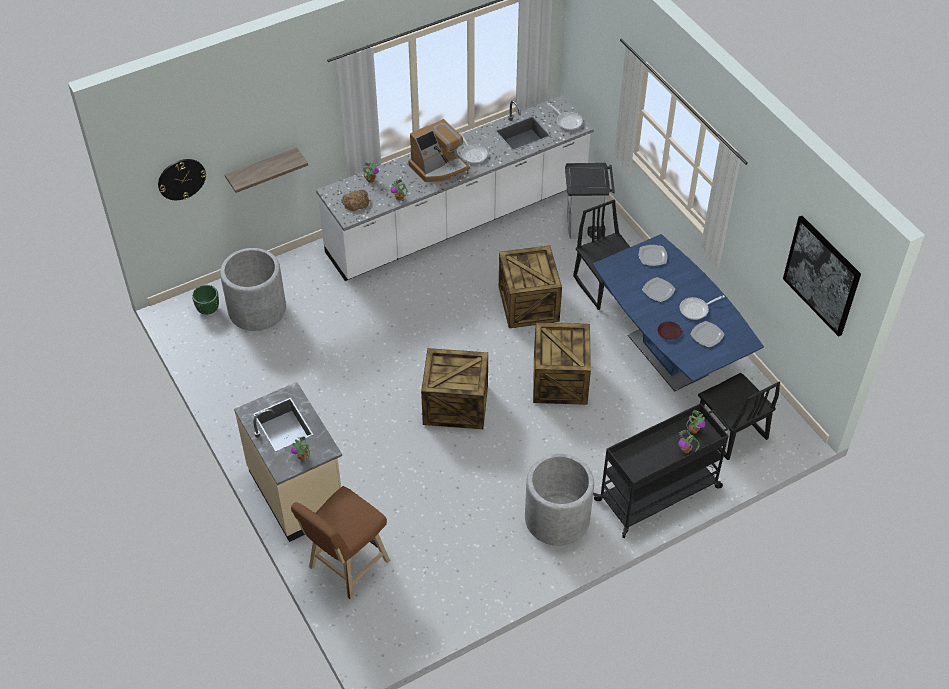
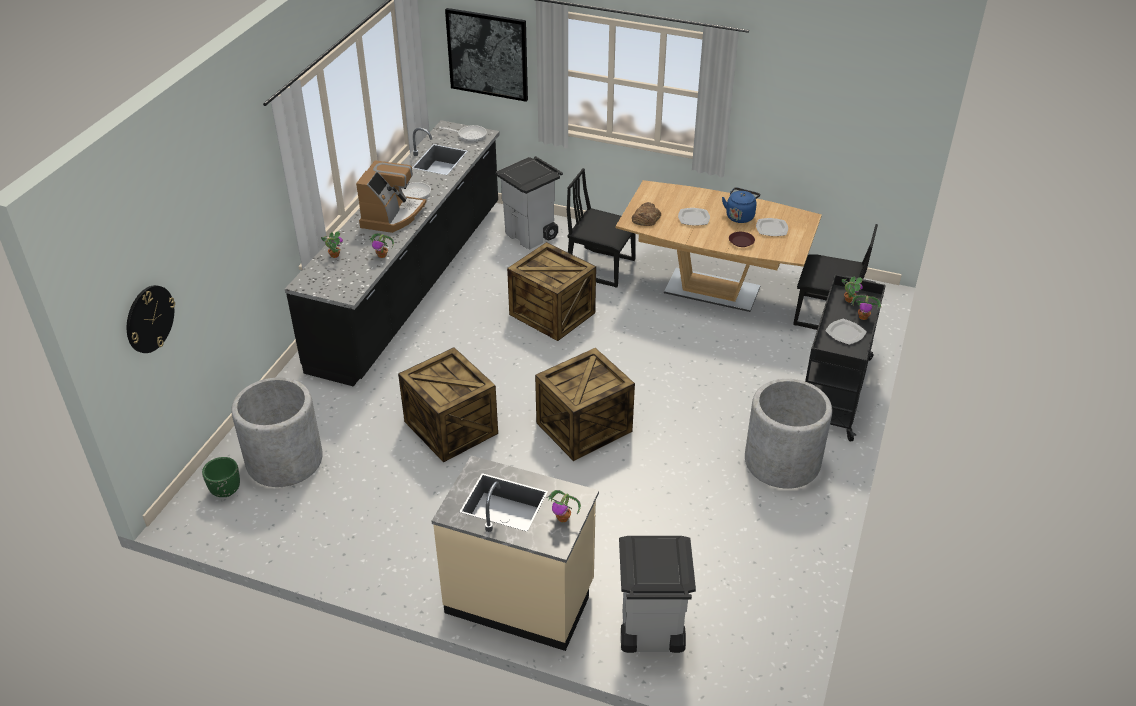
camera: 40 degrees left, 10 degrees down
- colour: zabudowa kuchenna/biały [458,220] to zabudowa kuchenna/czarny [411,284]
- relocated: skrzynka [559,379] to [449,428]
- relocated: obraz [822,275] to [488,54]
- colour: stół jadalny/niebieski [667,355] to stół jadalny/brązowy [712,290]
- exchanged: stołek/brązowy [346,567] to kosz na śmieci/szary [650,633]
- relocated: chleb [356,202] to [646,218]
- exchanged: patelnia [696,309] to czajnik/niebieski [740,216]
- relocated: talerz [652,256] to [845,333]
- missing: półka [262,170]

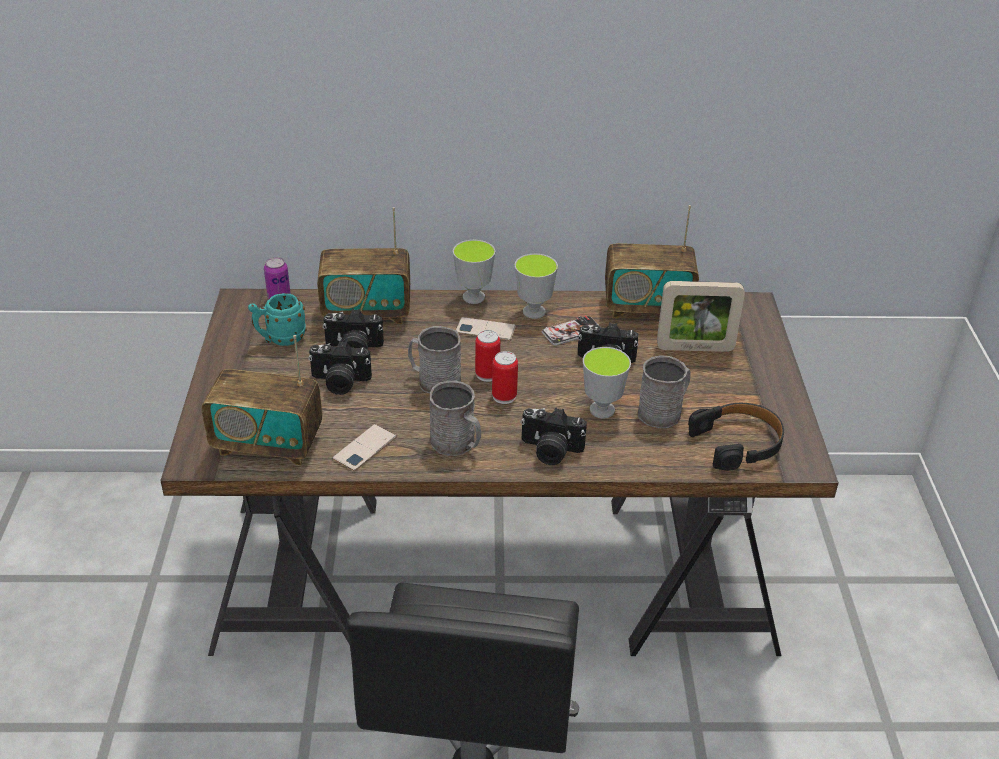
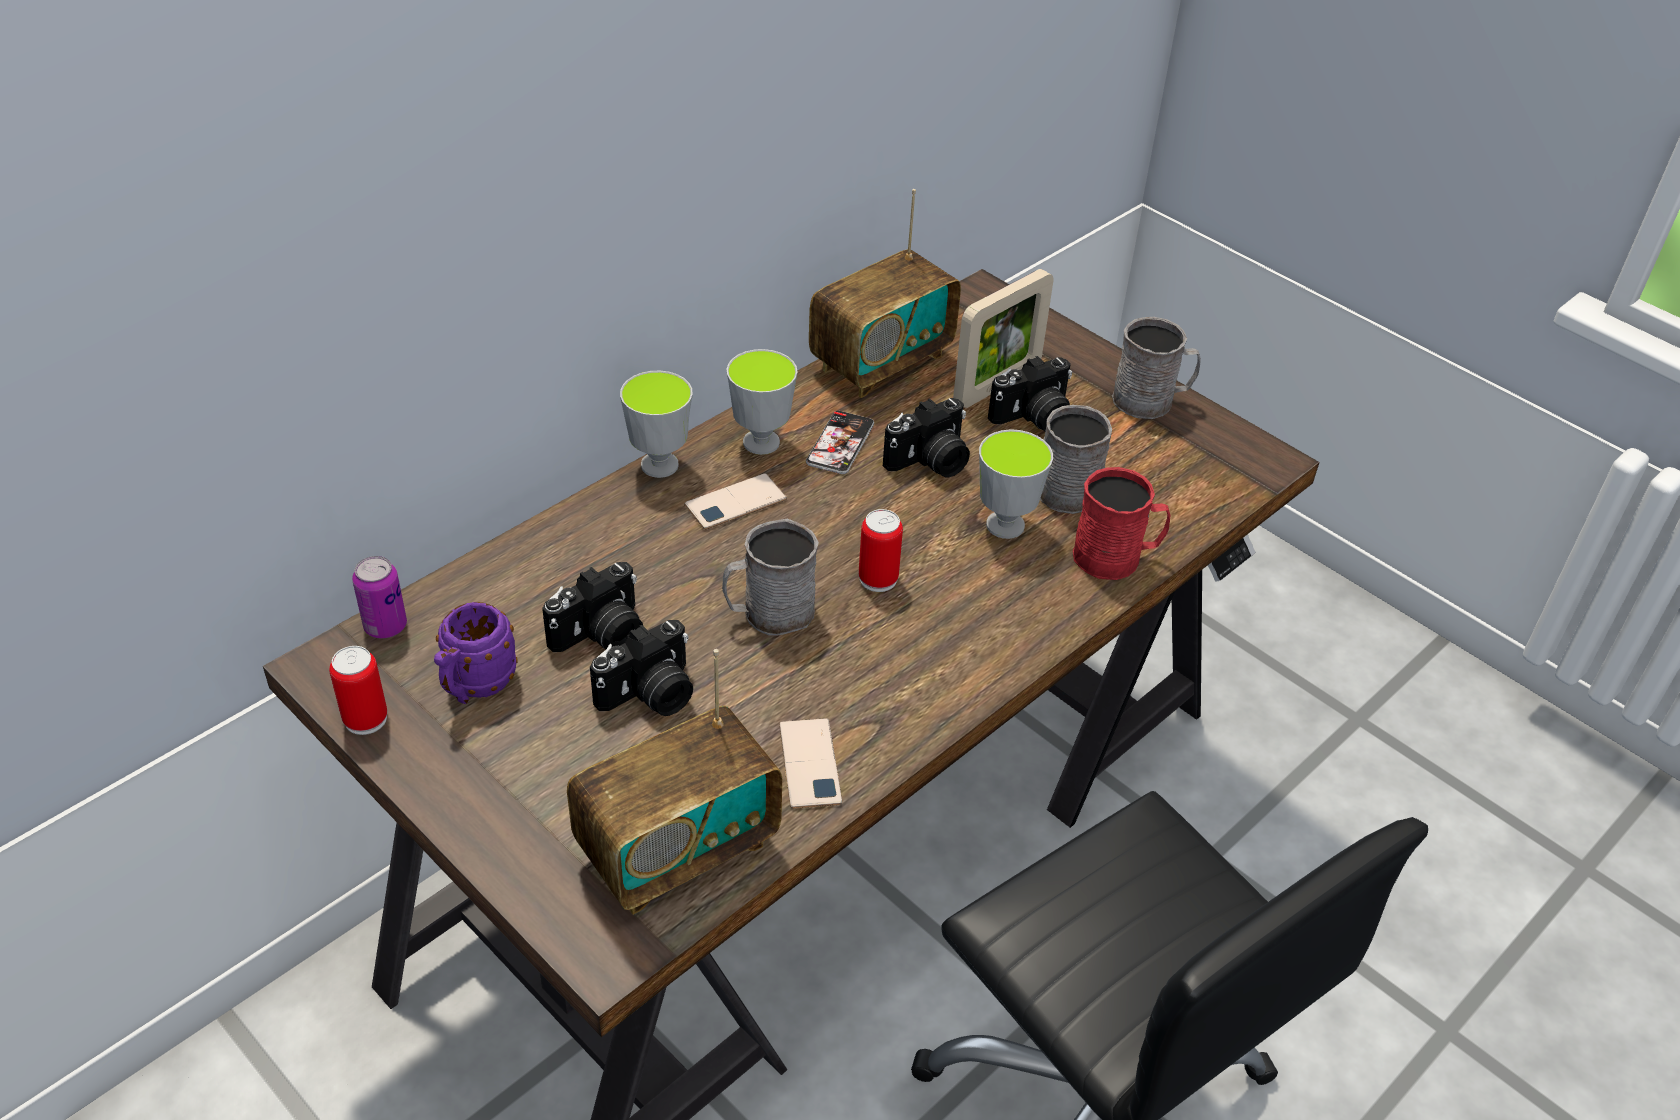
camera: 45 degrees left, 5 degrees up
- relocated: puszka [487,374] to [365,719]
- colour: kubek/turkusowy [280,339] to kubek/fioletowy [475,686]
- relocated: aparat fotograficzny [550,451] to [1034,418]
- appeared: kubek/czerwony [1116,557]
- relocated: kubek/szary [457,444] to [1151,400]
- missing: radio [366,312]
- missing: słuchawki/czarny [738,443]

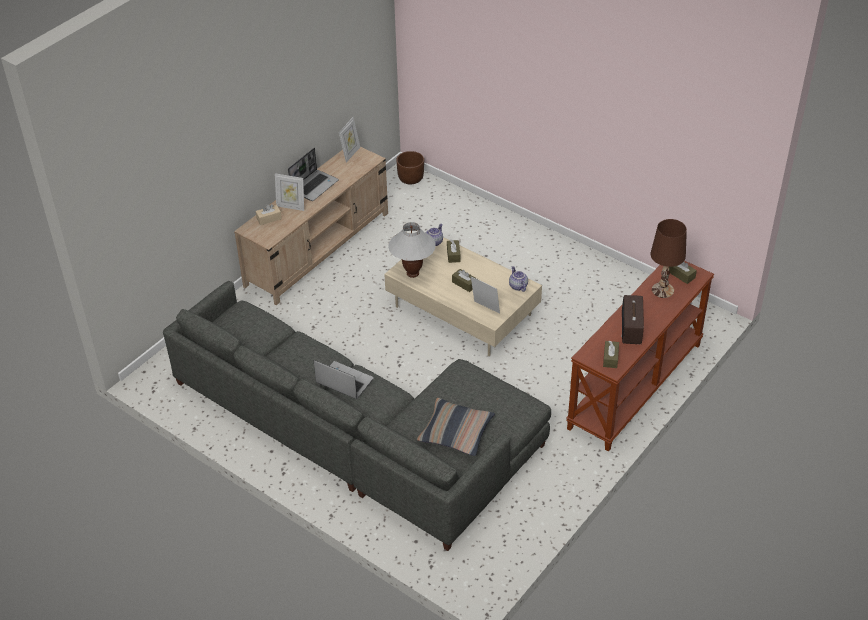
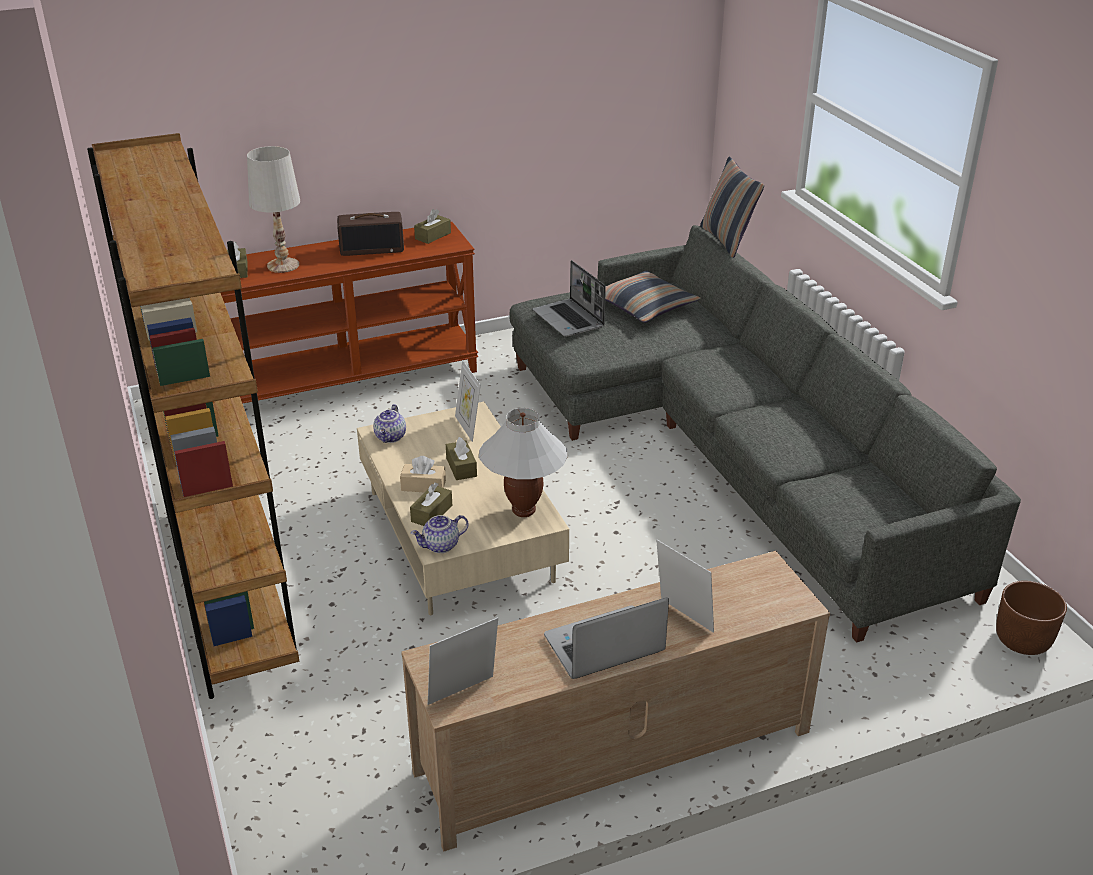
camera: 150 degrees left, 10 degrees down
- appeared: regał/brązowy [230,591]
- colour: lampa stołowa/brązowy [662,290] to lampa stołowa/biały [283,265]
- spun: radio [632,328] = [372,248] 45 degrees clockwise
- relocated: pudełko chusteczek/beżowy [269,218] to [423,486]
- relocated: laptop [343,381] to [569,320]
- appeared: poduszka [727,240]
- relocated: donica/brązowy [410,178] to [1023,640]

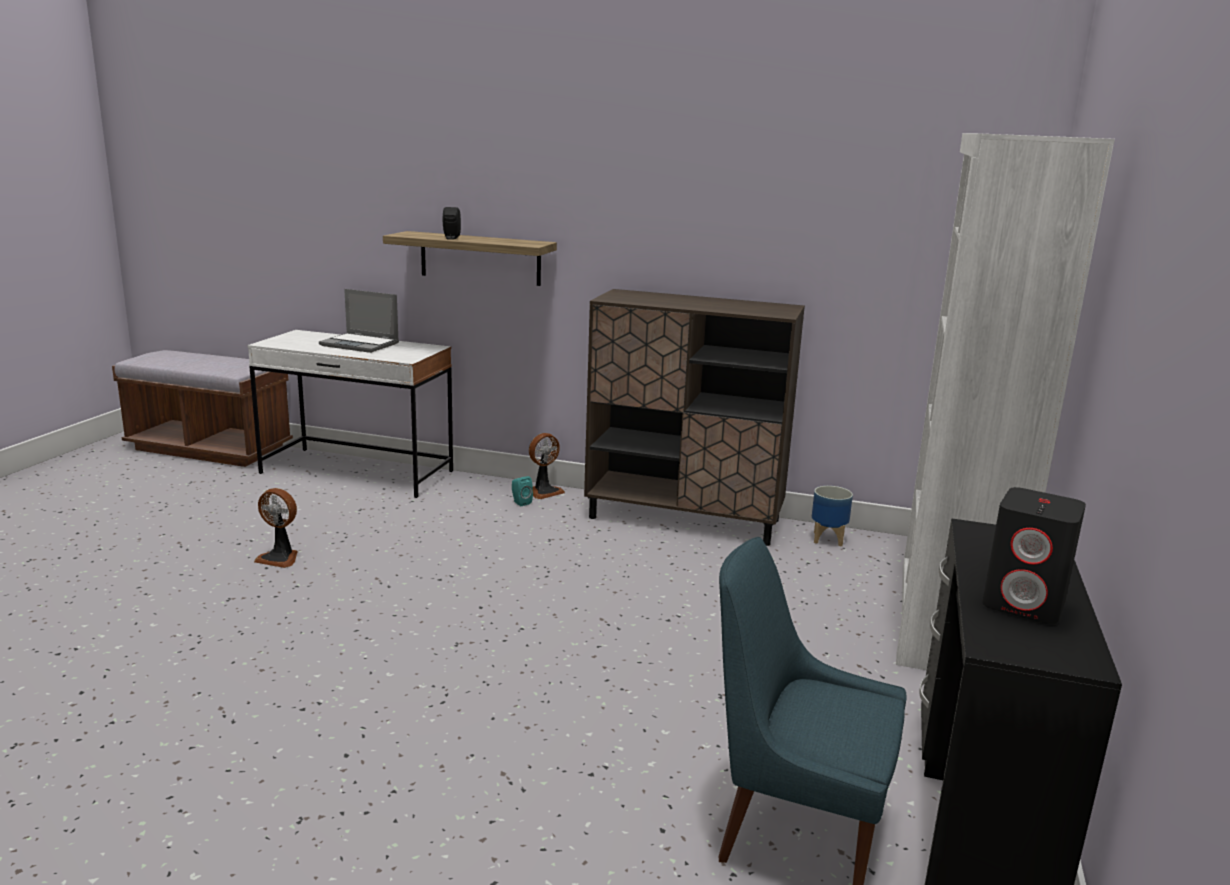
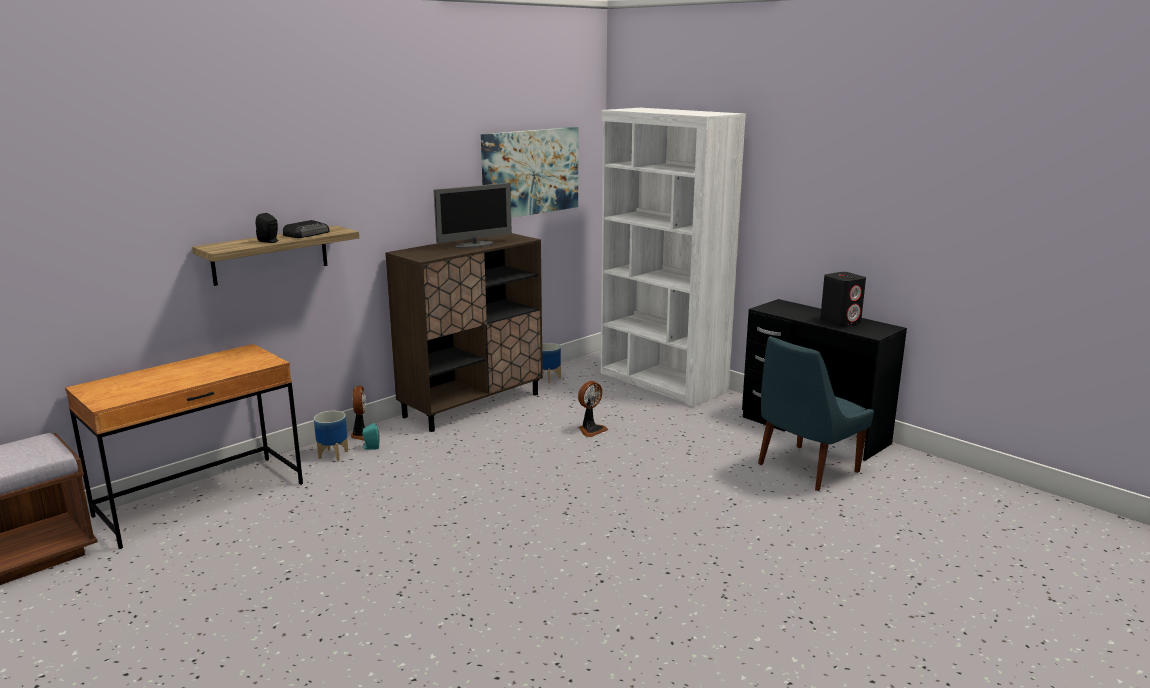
camera: 60 degrees left, 0 degrees up
- colour: biurko/biały [357,472] to biurko/brązowy [201,500]
- appeared: radio [307,234]
- appeared: donica [333,454]
- appeared: monitor [474,245]
- appeared: obraz [530,172]
- relocated: wentylator [280,558] to [591,430]
- missing: laptop [361,344]

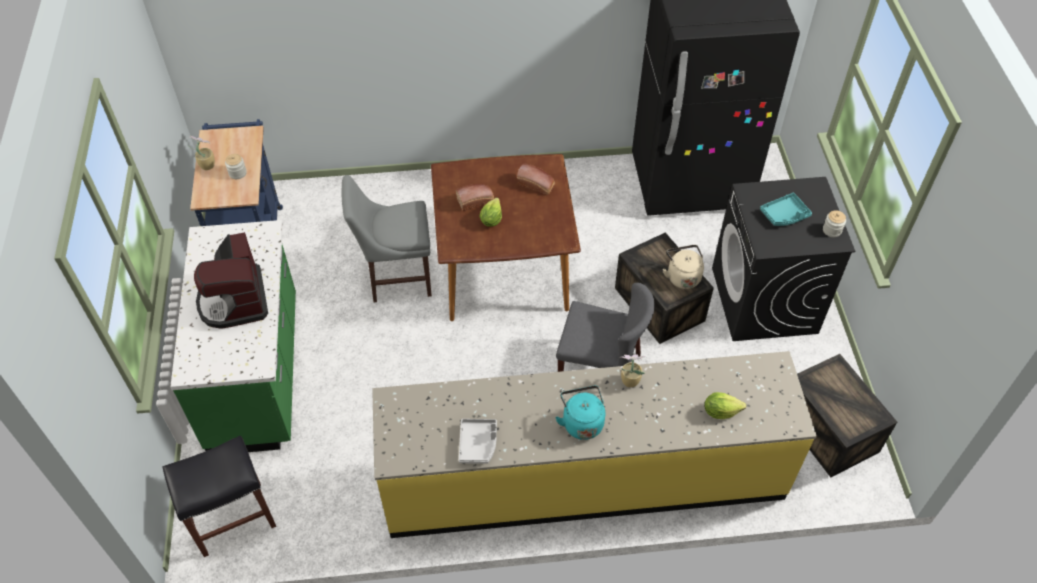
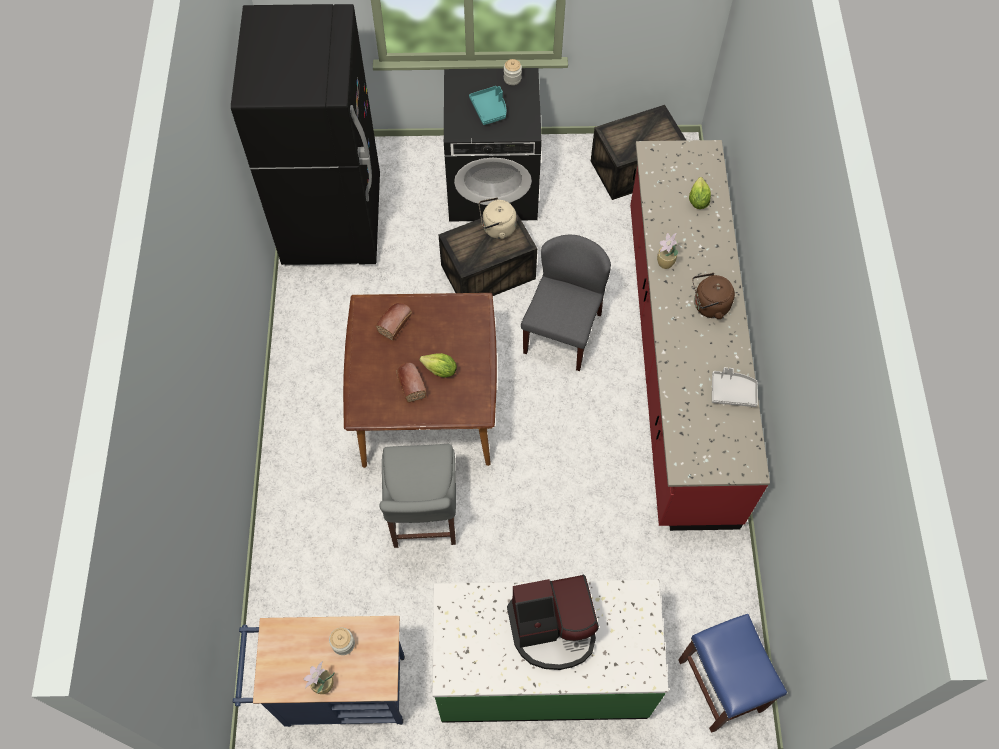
camera: 85 degrees left, 10 degrees up
- colour: zabudowa kuchenna/żółty [583,477] to zabudowa kuchenna/czerwony [678,359]
- colour: stołek/czarny [231,519] to stołek/niebieski [721,686]
- colour: czajnik/turkusowy [581,422] to czajnik/brązowy [708,306]

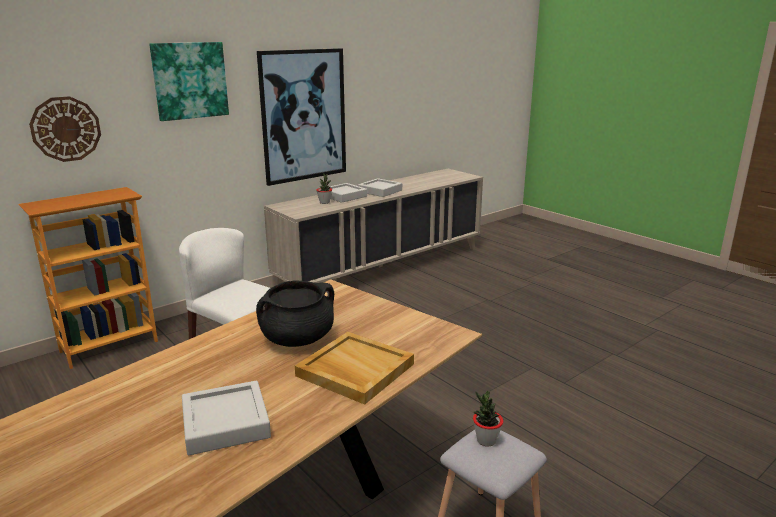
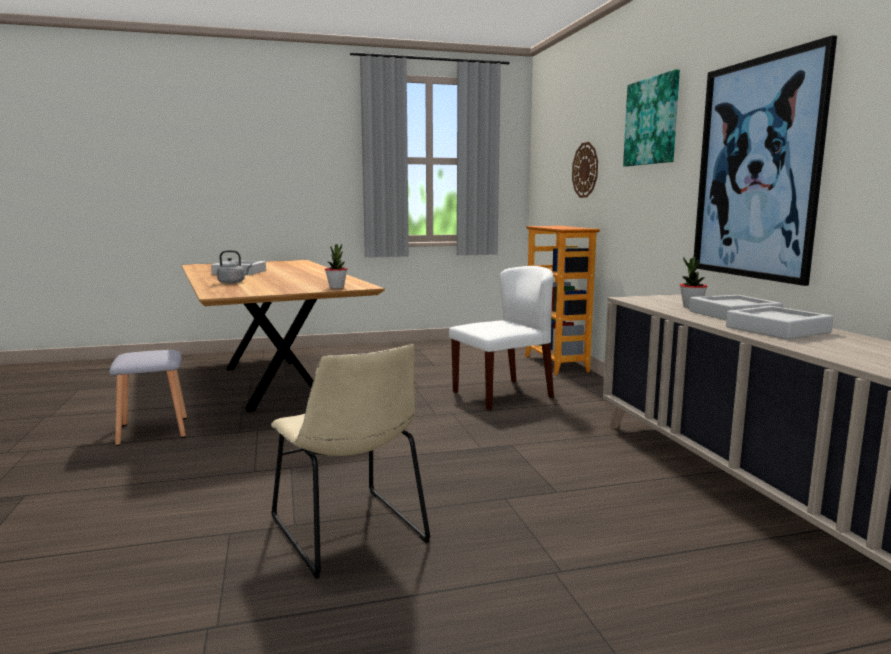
camera: 115 degrees right, 10 degrees down
- exchanged: taca/beżowy [354,370] to czajnik/szary [233,282]
- appeared: krzesło/beżowy [350,533]
- relocated: roślina doniczkowa [486,440] to [336,287]
- missing: garnek/czarny [297,339]

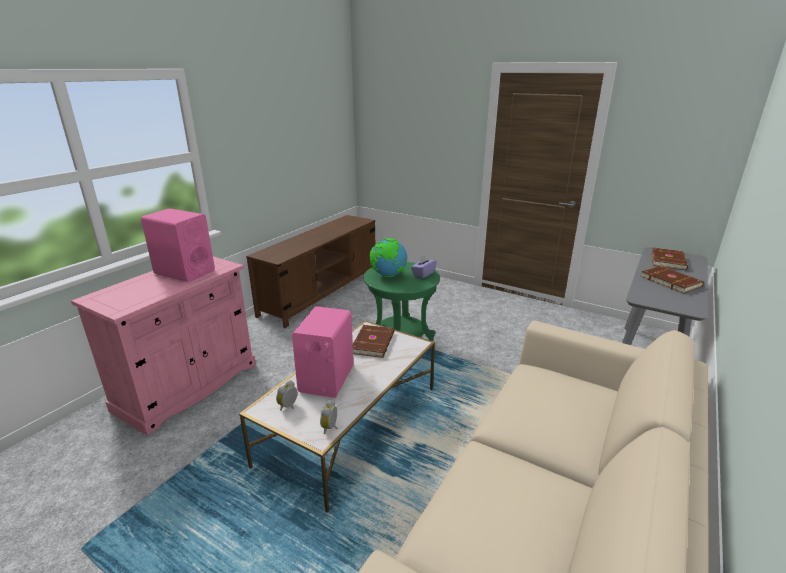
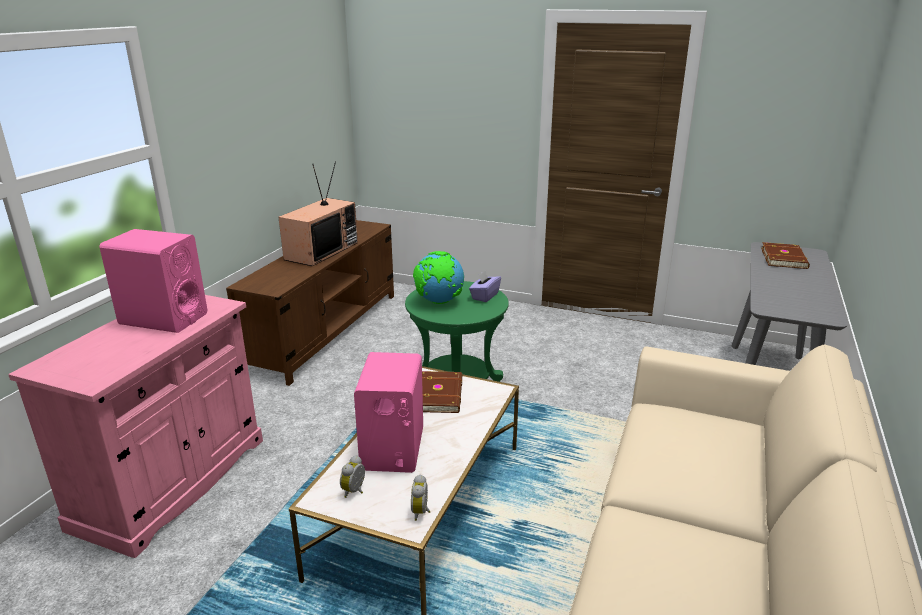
camera: 10 degrees left, 0 degrees up
- appeared: telewizor [321,250]
- missing: książka/brązowy [670,281]

